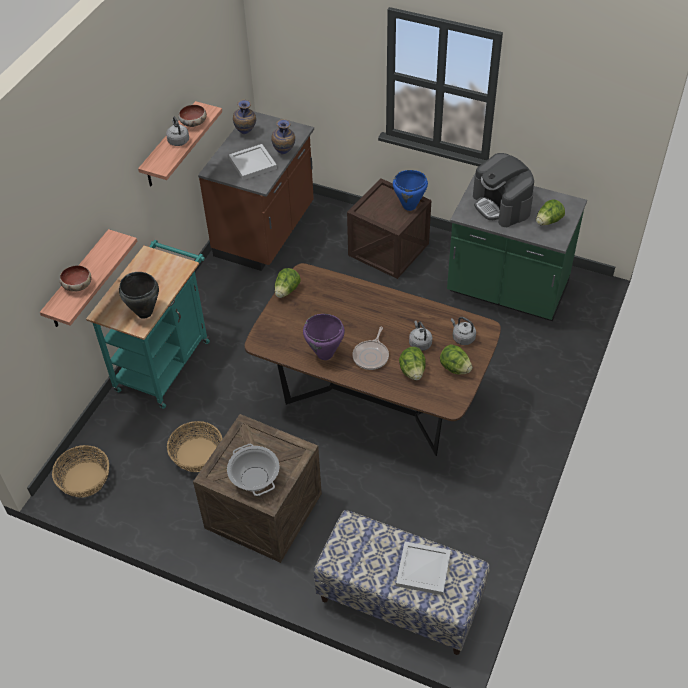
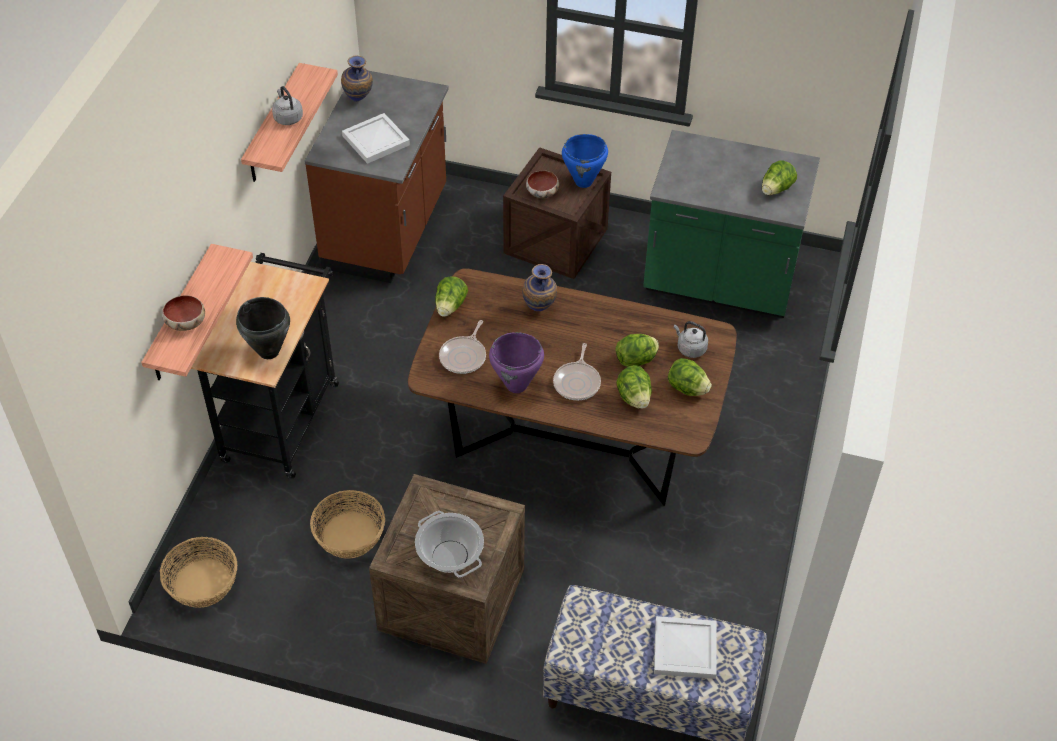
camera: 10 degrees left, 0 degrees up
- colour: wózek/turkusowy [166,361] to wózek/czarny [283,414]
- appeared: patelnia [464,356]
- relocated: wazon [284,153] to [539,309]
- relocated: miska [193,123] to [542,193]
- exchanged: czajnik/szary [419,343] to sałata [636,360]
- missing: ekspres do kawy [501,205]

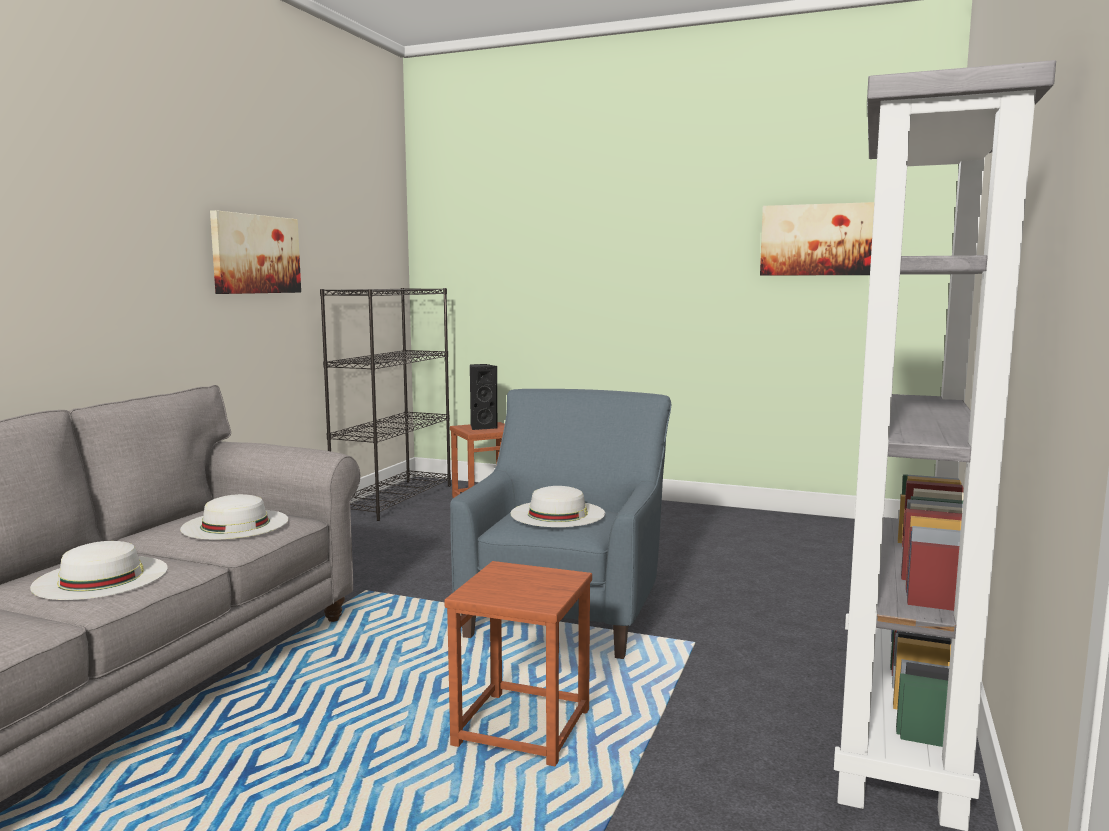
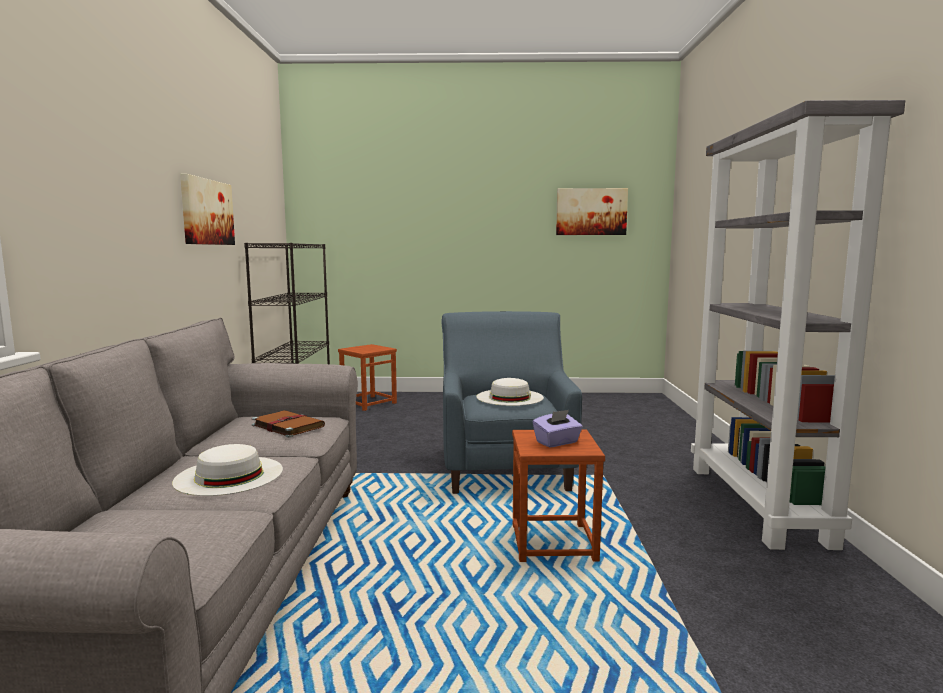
camera: 20 degrees left, 0 degrees up
- exchanged: kapelusz/biały [235,524] to książka/brązowy [287,426]
- appeared: pudełko chusteczek/fioletowy [557,442]
- missing: głośnik/czarny [482,427]

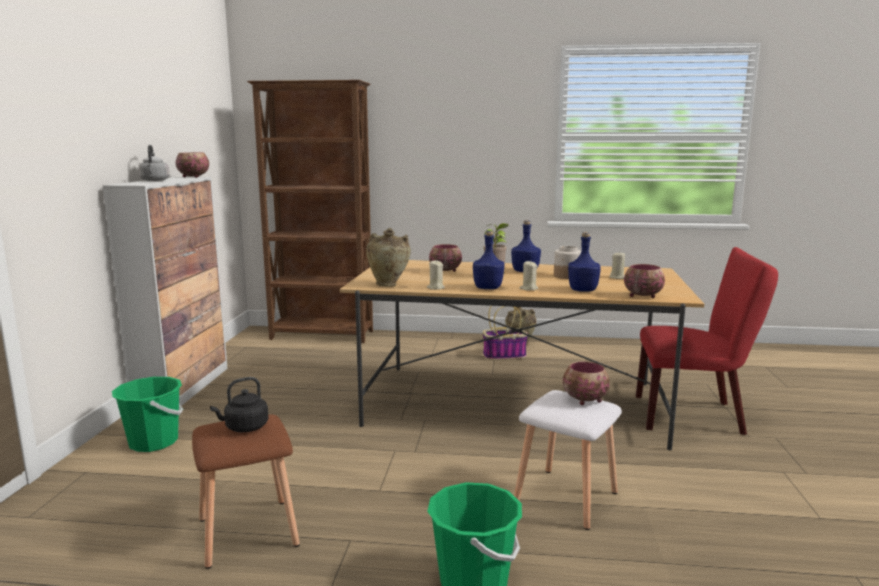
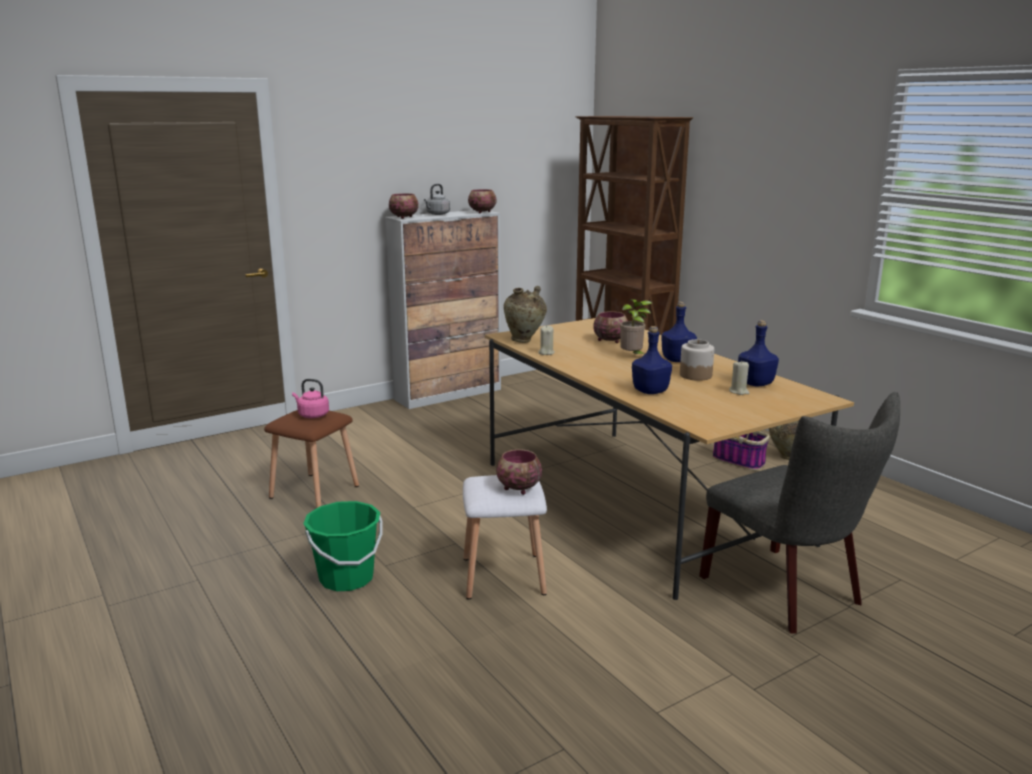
camera: 50 degrees right, 5 degrees up
- colour: czajnik/czarny [244,428] to czajnik/różowy [312,415]
- relocated: miska [642,296] to [404,217]
- colour: krzesło/czerwony [695,415] to krzesło/szary [788,593]
- relocated: butelka/niebieski [488,288] to [755,384]
- missing: wiadro/zielony [153,442]
- missing: świeca/beżowy [528,288]

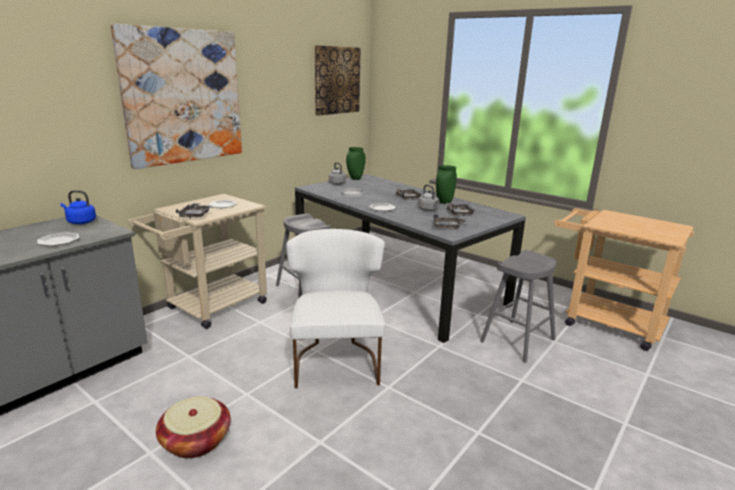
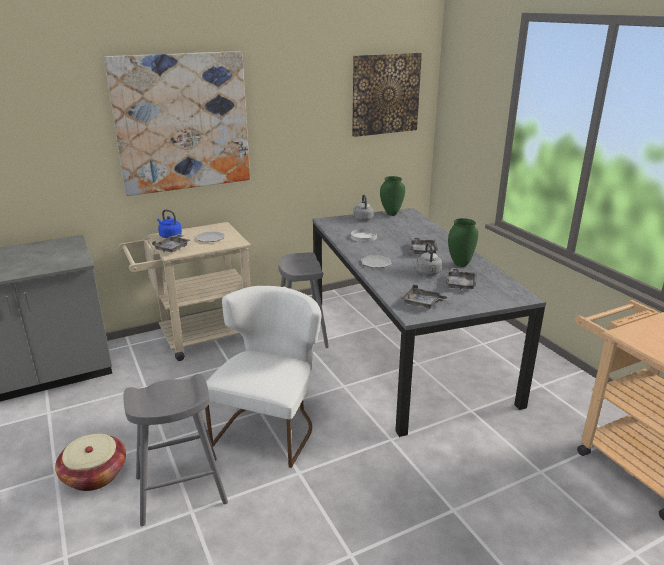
camera: 25 degrees right, 5 degrees up
- relocated: stołek/szary [518,340] to [181,490]
- relocated: czajnik/niebieski [80,222] to [169,236]
- missing: talerz [59,241]

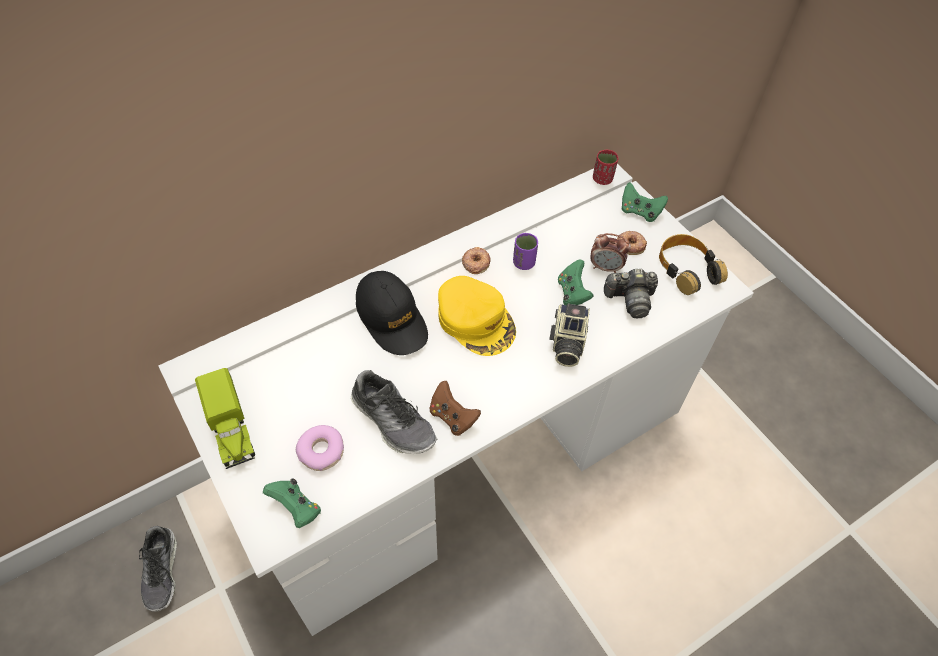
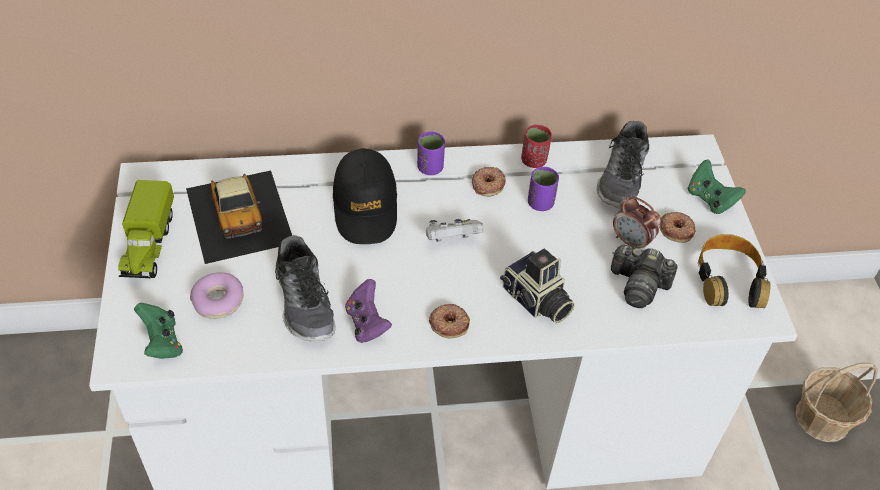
camera: 25 degrees right, 5 degrees down
- appeared: samochodzik [239,214]
- colour: pad do gier/brązowy [452,417] to pad do gier/fioletowy [367,323]
- appeared: filiżanka/fioletowy [430,168]
- exchanged: czapka z daszkiem/żółty [476,320] to pad do gier/biały [452,240]
- appeared: donut [449,323]
- spun: aparat fotograficzny [566,343] = [536,301] 75 degrees counterclockwise
- relocated: filiżanka/czerwony [602,179] to [533,161]
- relocated: but [162,571] to [622,179]
- appeared: koszyk [823,418]
- missing: pad do gier/zielony [572,293]

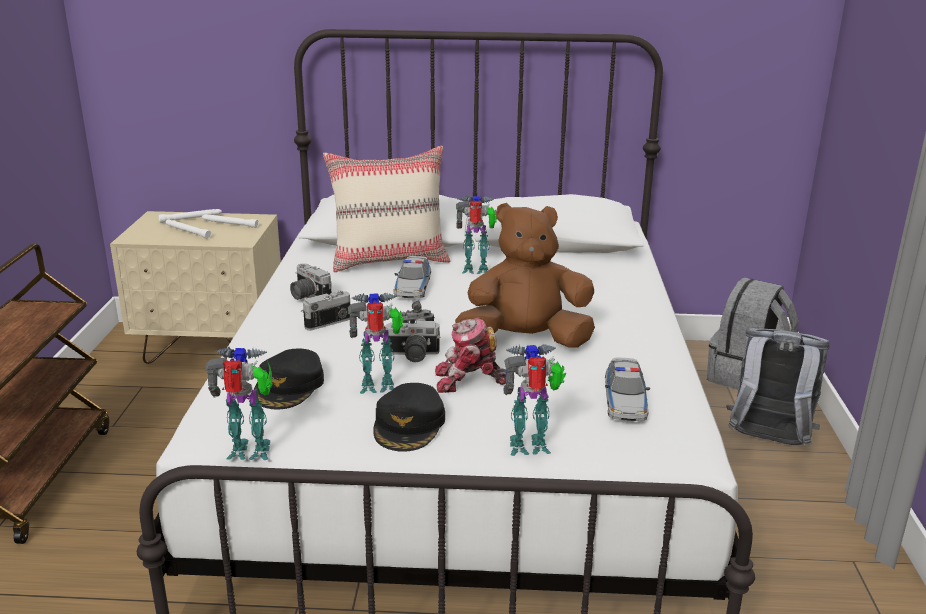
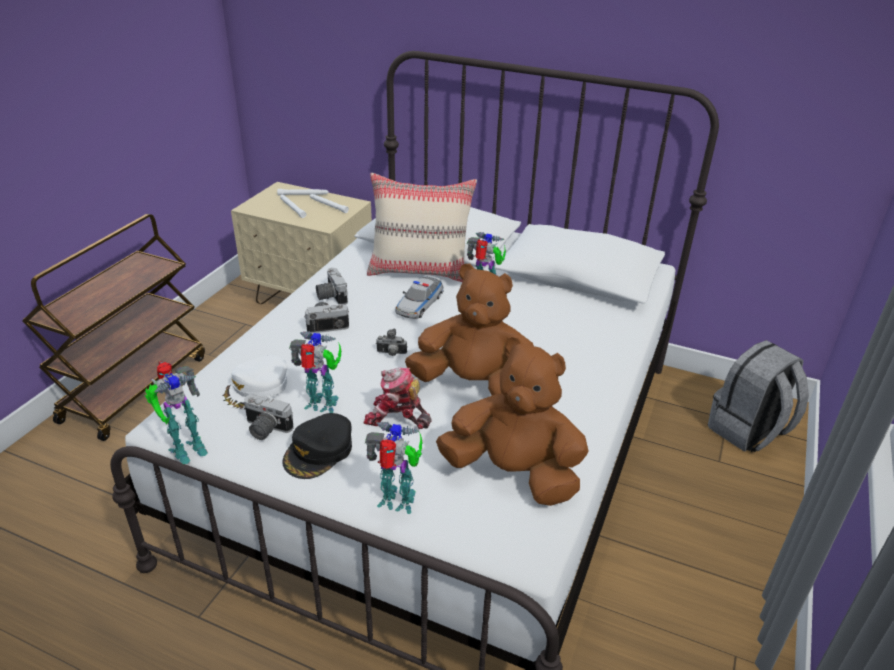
camera: 20 degrees right, 10 degrees up
- spun: robot zabawkowy [251,453] = [186,448] 120 degrees clockwise
- colour: czapka z daszkiem/czarny [289,387] to czapka z daszkiem/biały [257,388]
- relocated: aparat fotograficzny [412,356] to [265,429]
- exchanged: samochodzik [624,400] to pluszak/brązowy [513,473]
- missing: plecak/szary [767,442]

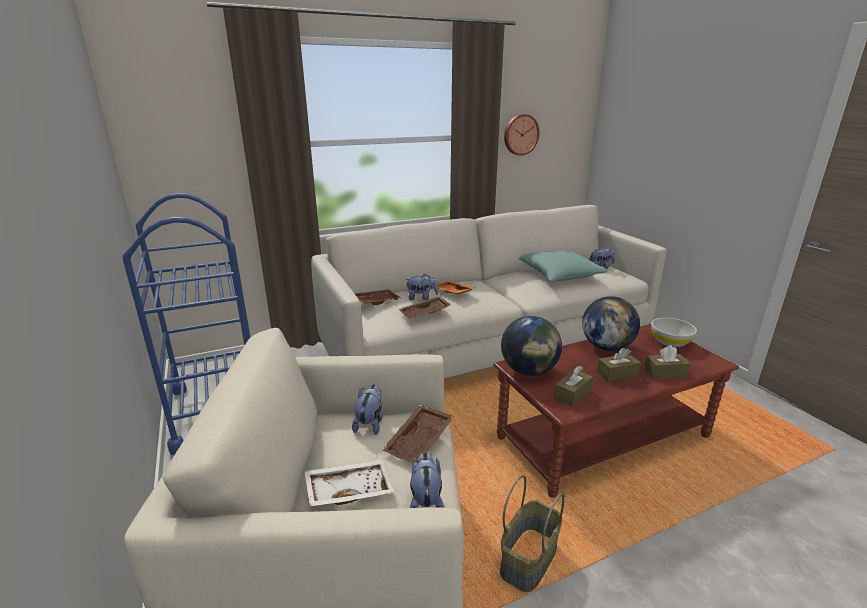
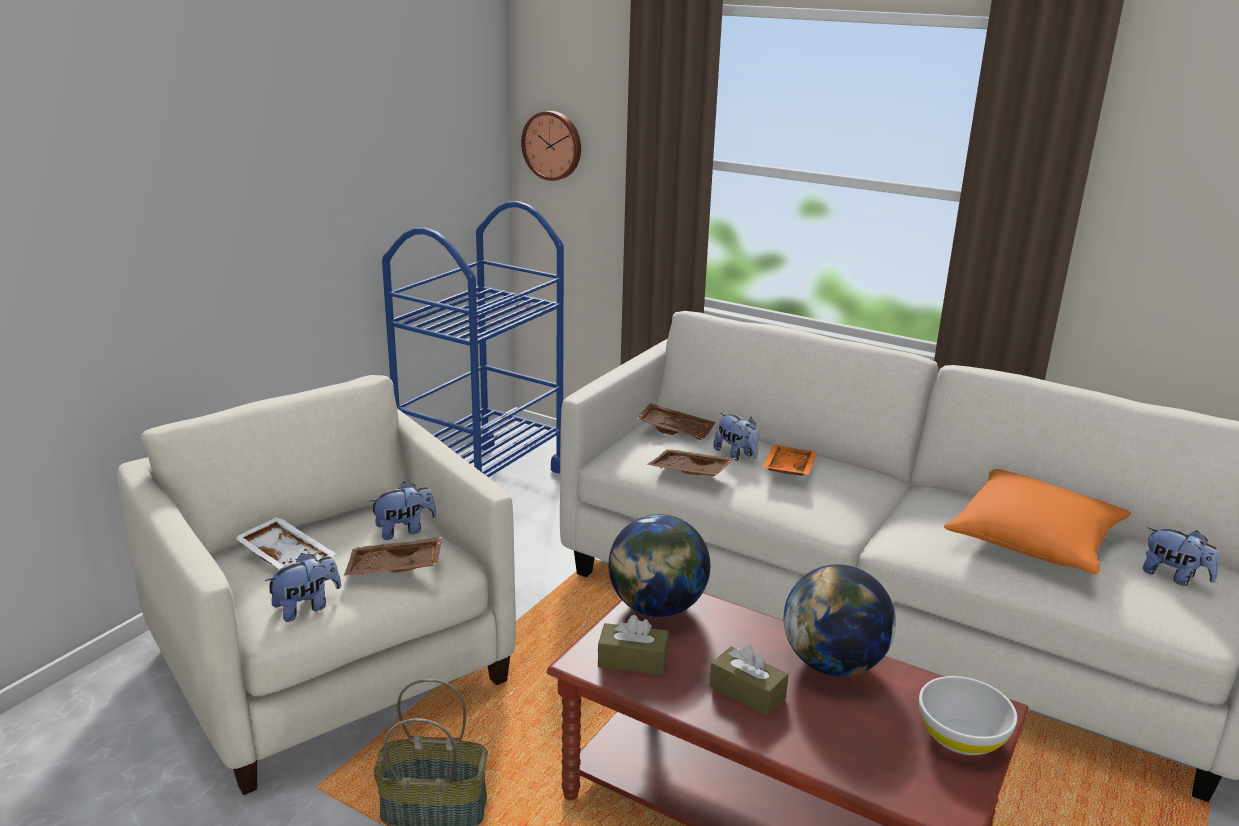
camera: 55 degrees right, 0 degrees up
- relocated: zegar ścienny [520,134] to [553,145]
- colour: poduszka/turkusowy [559,275] to poduszka/pomarańczowy [1034,541]
- missing: pudełko chusteczek/brązowy [665,372]

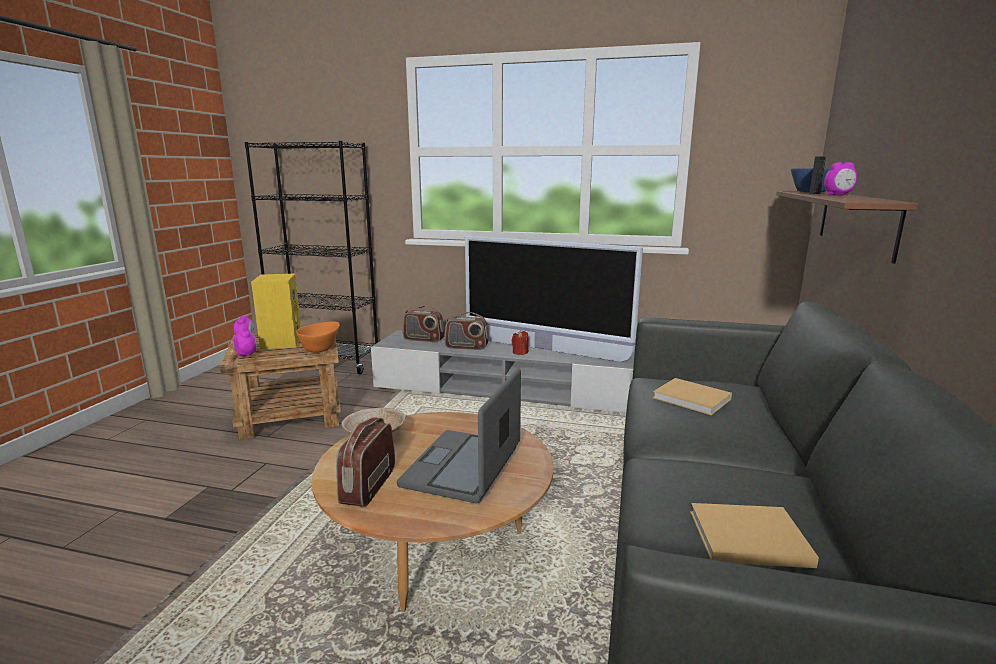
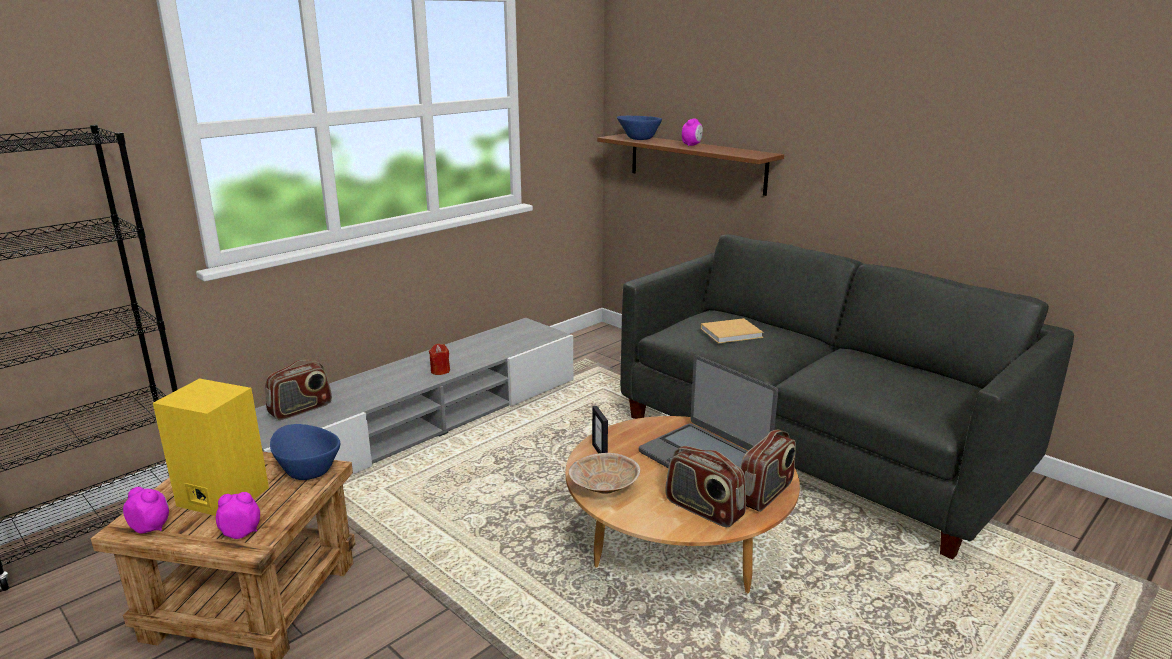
camera: 60 degrees left, 5 degrees up
- colour: miska/pomarańczowy [321,348] to miska/niebieski [307,469]
- relocated: ramka na zdjęcie [814,194] to [600,452]
- relocated: radio [466,347] to [765,494]
- missing: telewizor [544,349]
- missing: książka/beżowy [745,538]

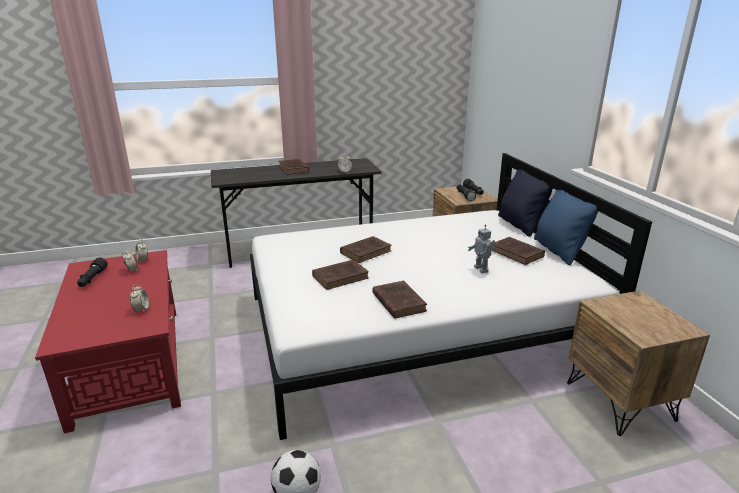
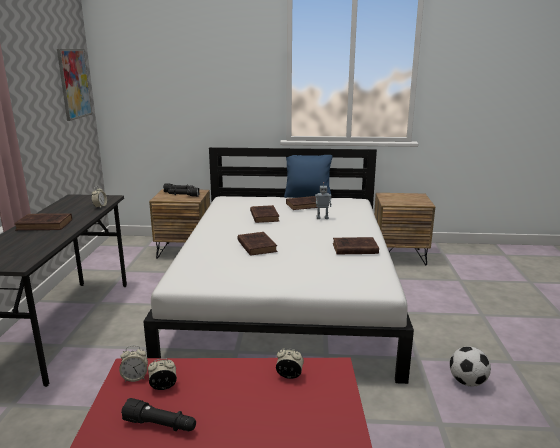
camera: 70 degrees left, 5 degrees down
- appeared: obraz [74,83]
- relocated: książka/brązowy [341,277] to [264,216]
- missing: poduszka/czarny [520,225]

